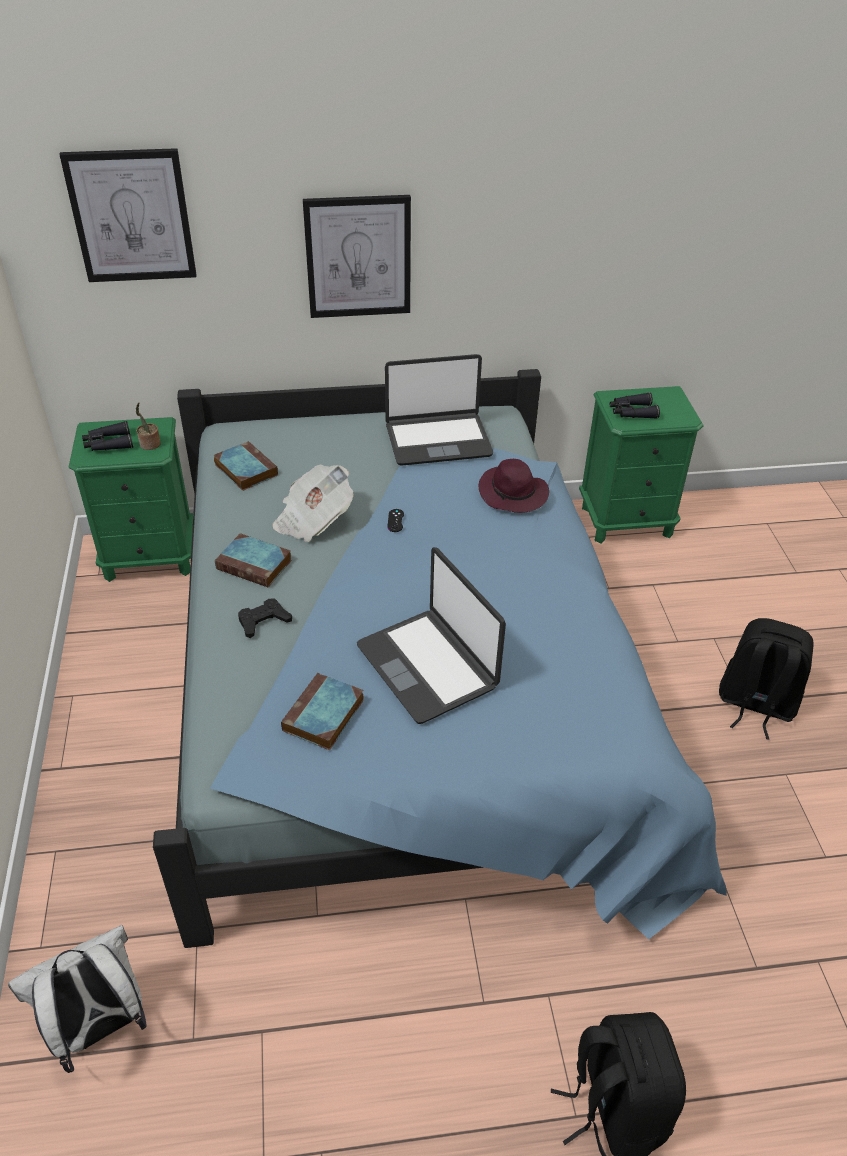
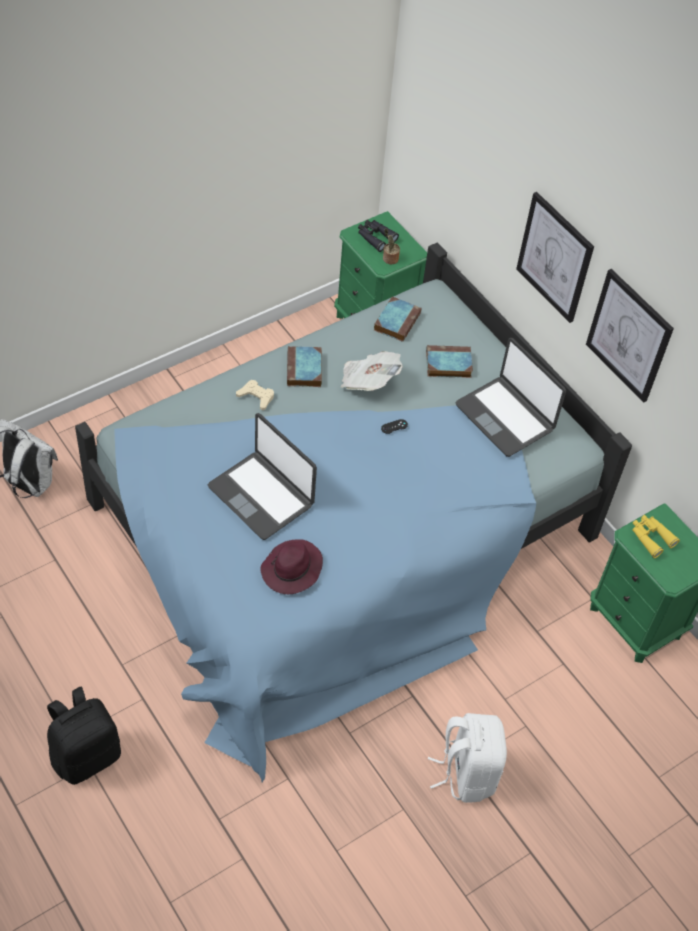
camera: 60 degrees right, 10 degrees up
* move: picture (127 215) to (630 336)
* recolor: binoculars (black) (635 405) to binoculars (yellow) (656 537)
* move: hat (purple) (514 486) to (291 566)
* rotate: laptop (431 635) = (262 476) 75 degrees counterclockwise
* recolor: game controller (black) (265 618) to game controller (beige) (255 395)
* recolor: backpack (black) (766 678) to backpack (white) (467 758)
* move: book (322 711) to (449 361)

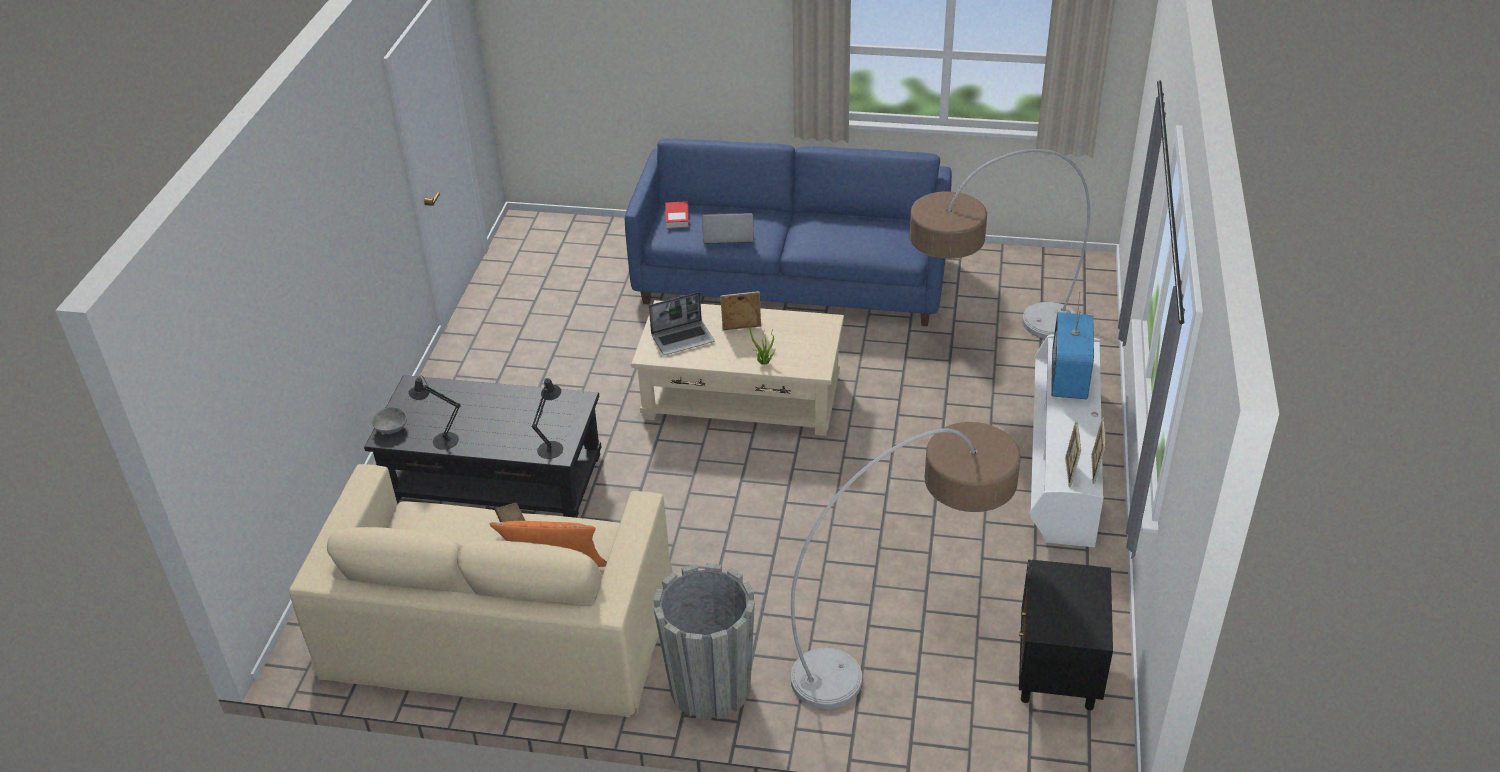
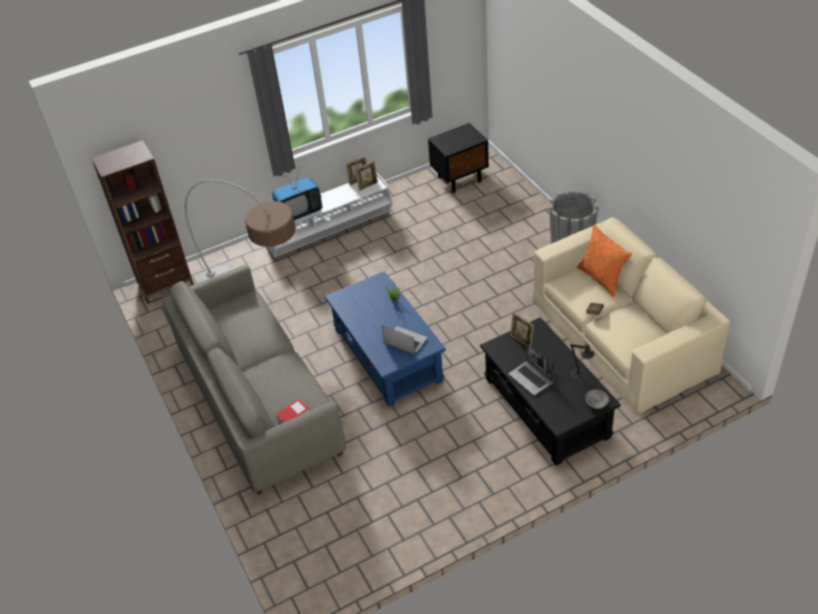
camera: 125 degrees left, 5 degrees up
* recolor: sofa (blue) (788 232) to sofa (grey) (254 380)
* move: laptop (728 228) to (531 369)
* move: picture frame (740 311) to (522 329)
* recolor: coffee table (beige) (737 368) to coffee table (blue) (385 339)
* delete: table lamp (black) (547 418)
* delete: floor lamp (905 565)
* insert: bookcase (brown) (142 222)

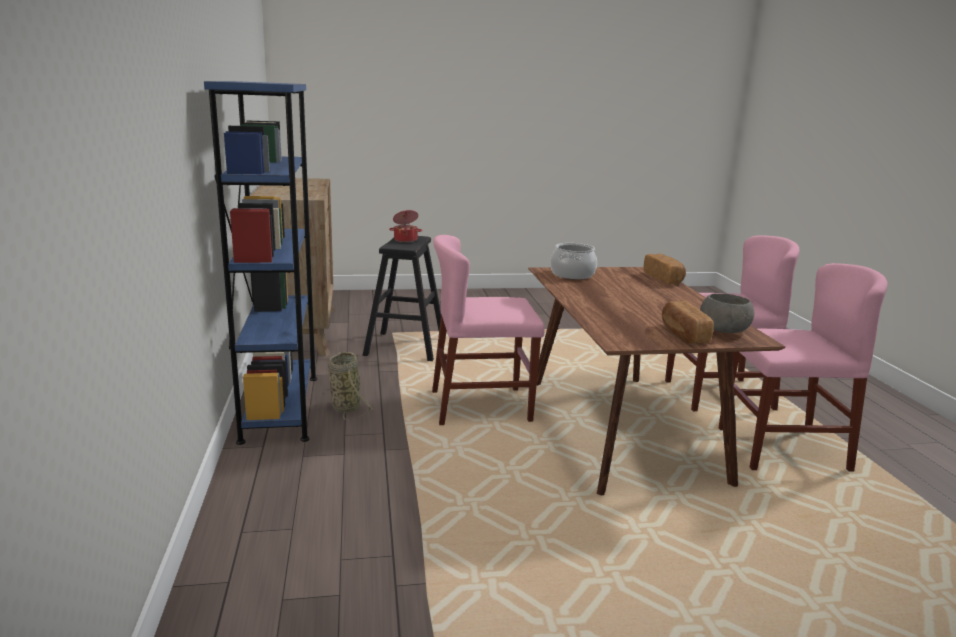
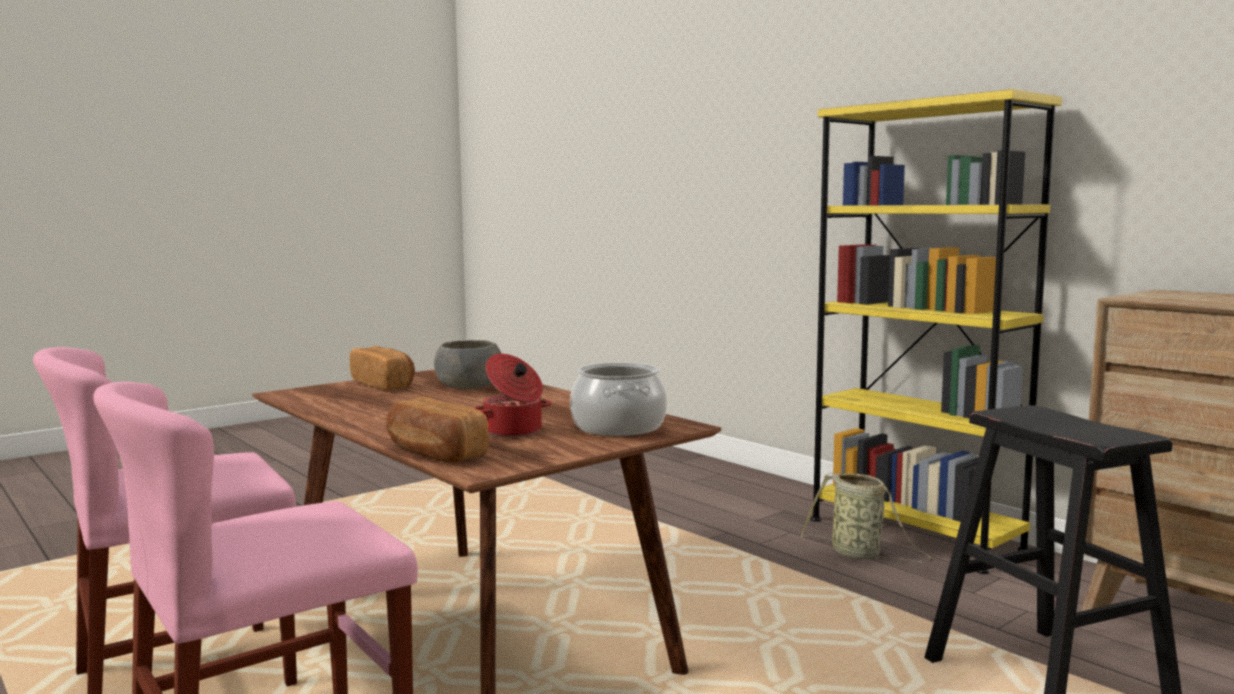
camera: 150 degrees right, 10 degrees down
* recolor: bookcase (blue) (260 263) to bookcase (yellow) (936 331)
* move: cooking pot (405 226) to (512 396)
* delete: chair (pink) (488 330)
* move: bowl (grey) (727 313) to (468 365)

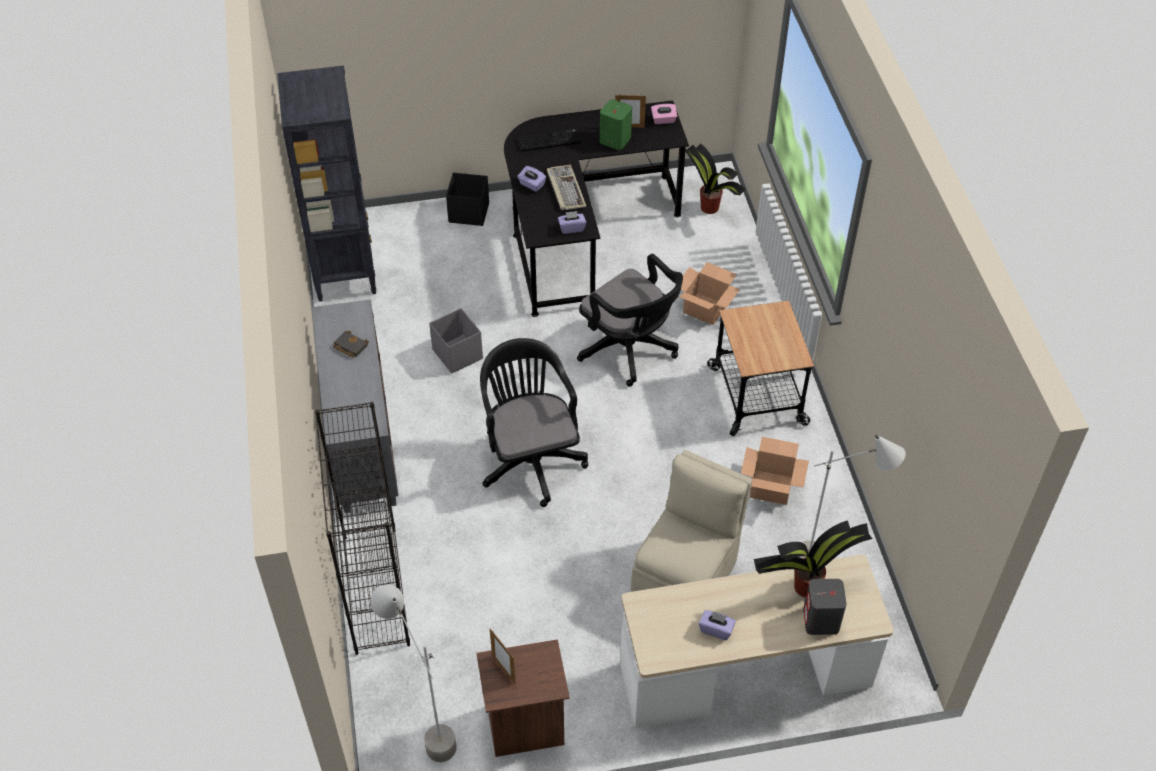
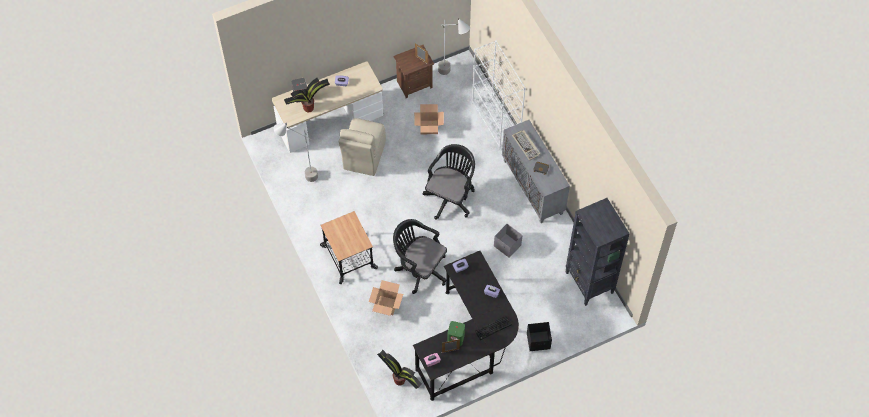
camera: 165 degrees right, 10 degrees up
* move: keyboard (566 187) to (526 145)
* rotate: office chair (black) (534 422) = (449 182) 120 degrees counterclockwise
* recolor: bookcase (black) (362 528) to bookcase (white) (499 95)
* move: cardboard box (775 471) to (429 119)

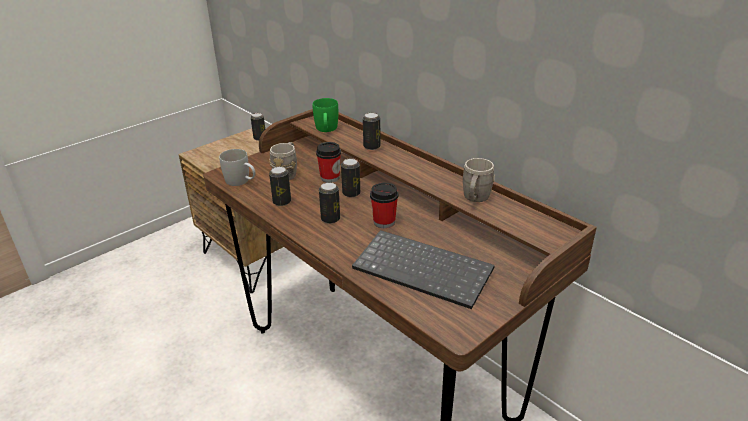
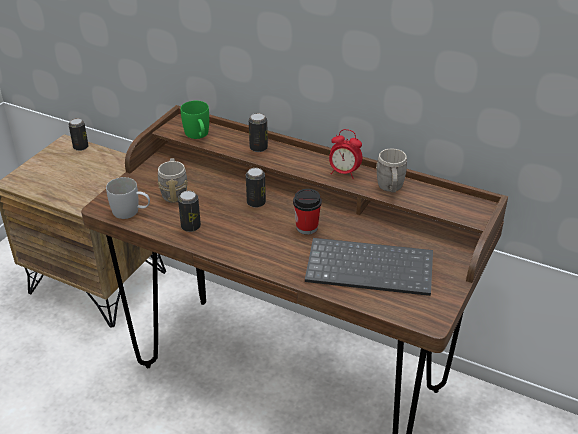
camera: 20 degrees left, 5 degrees up
* delete: cup (328 162)
* delete: can (329 203)
* insert: alarm clock (346 154)

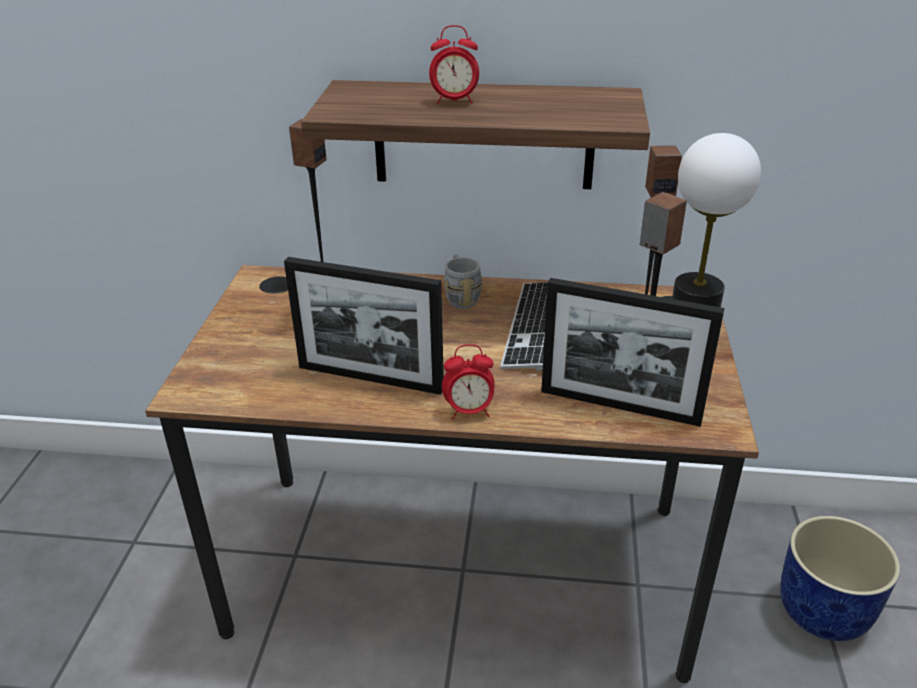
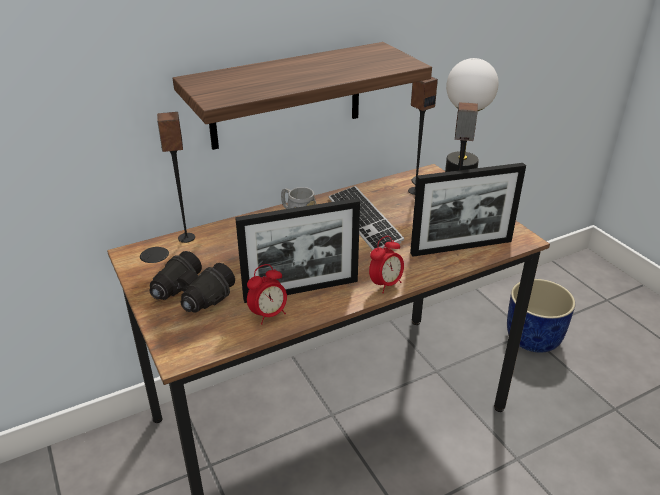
camera: 35 degrees left, 0 degrees up
* move: alarm clock (454 64) to (267 294)
* insert: binoculars (black) (192 282)

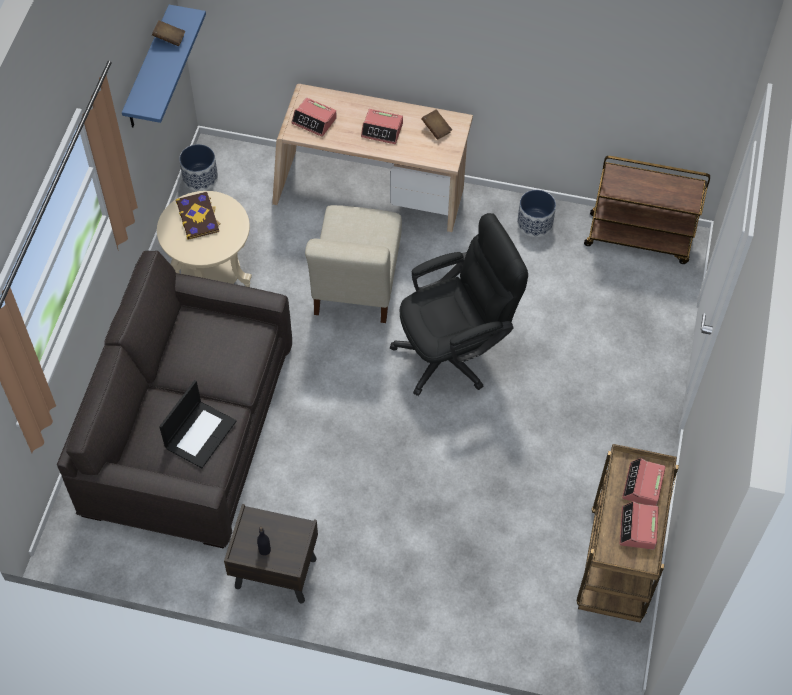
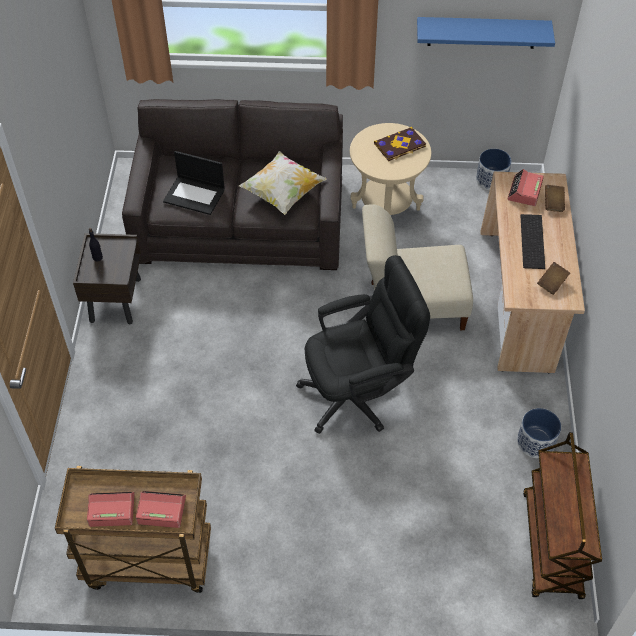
camera: 80 degrees right, 5 degrees down
* move: book (brown) (168 33) to (555 198)
* replace: alarm clock (382 126) to keyboard (533 241)
* rotate: office chair (black) (459 304) = (363 344) 75 degrees counterclockwise
* insert: pillow (283 183)

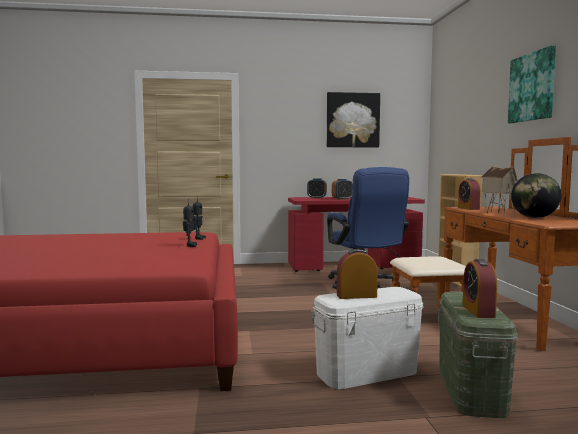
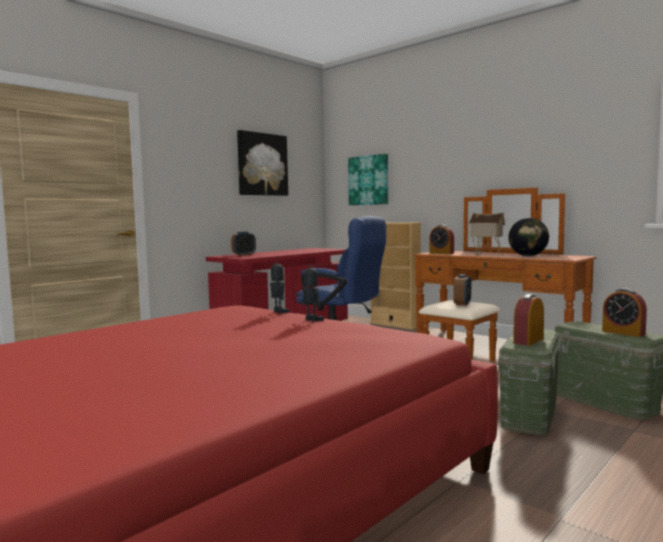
camera: 40 degrees left, 0 degrees up
* move: picture (532 84) to (368 179)
* move: alarm clock (342 189) to (462 290)
* recolor: storage box (white) (367 338) to storage box (green) (529 382)

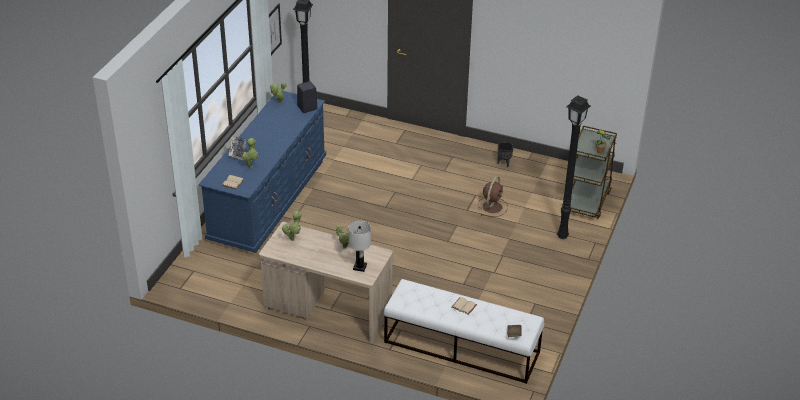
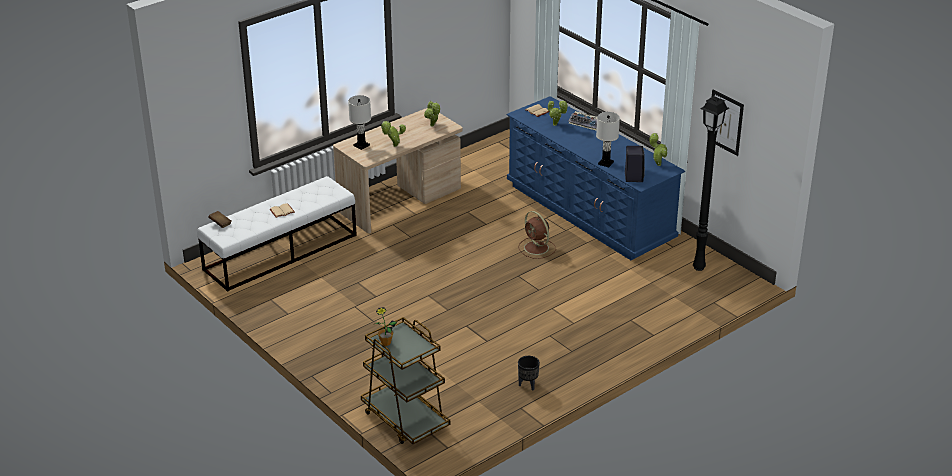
camera: 120 degrees right, 5 degrees down
* delete: floor lamp (black) (574 167)
* move: fan (brown) (493 196) to (537 235)
* insert: table lamp (white) (608 140)

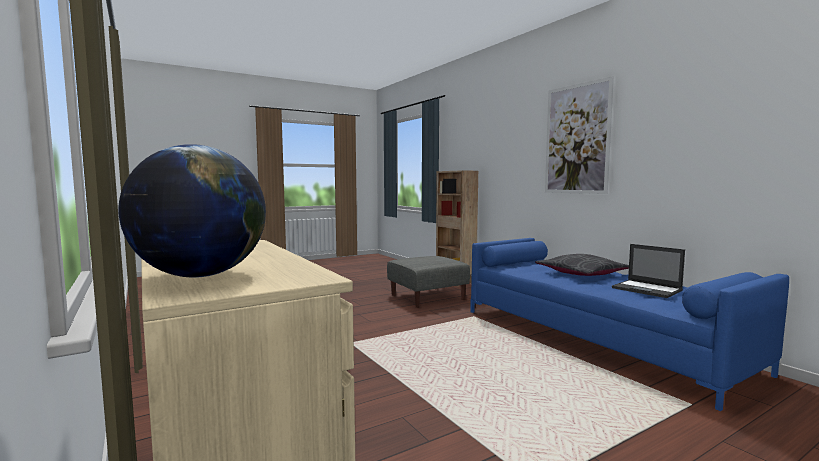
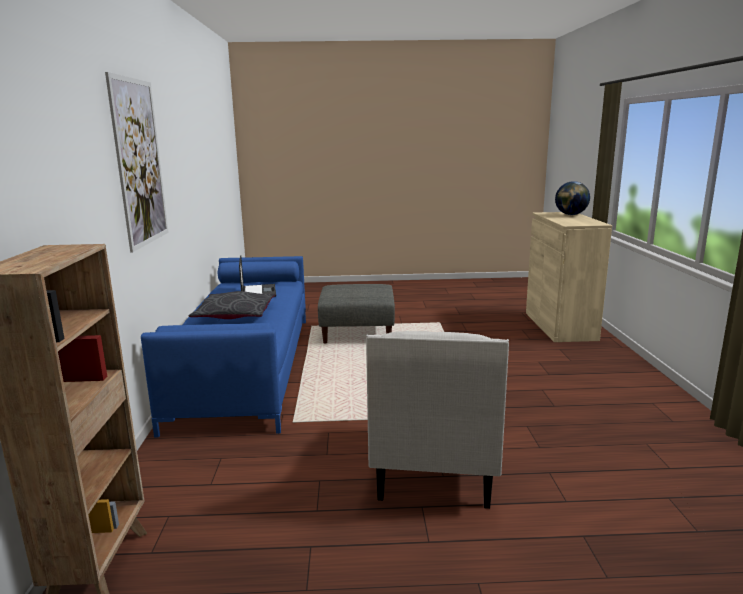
camera: 150 degrees left, 10 degrees up
* move: ottoman (grey) (428 282) to (356 313)
* insert: armchair (white) (437 420)

